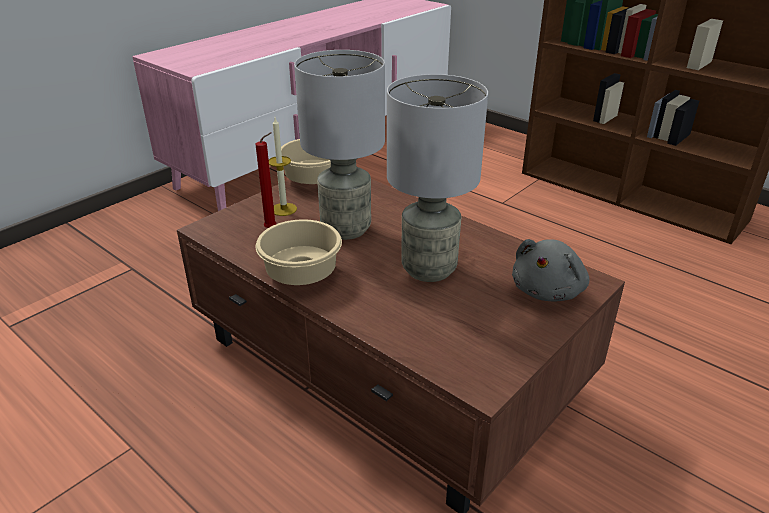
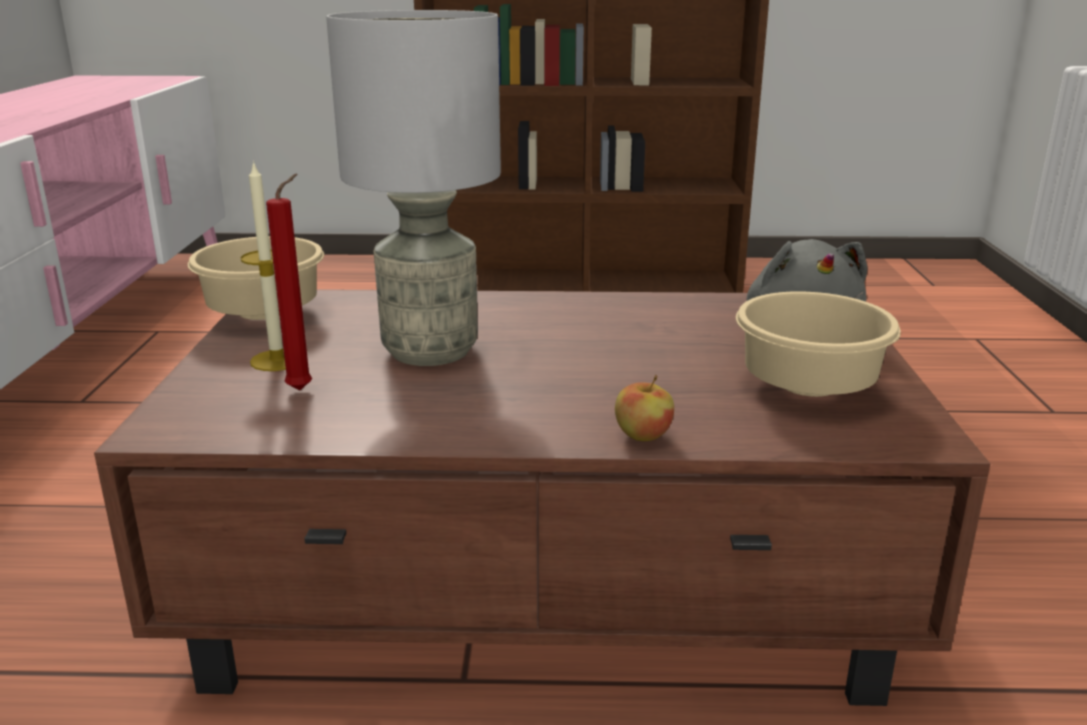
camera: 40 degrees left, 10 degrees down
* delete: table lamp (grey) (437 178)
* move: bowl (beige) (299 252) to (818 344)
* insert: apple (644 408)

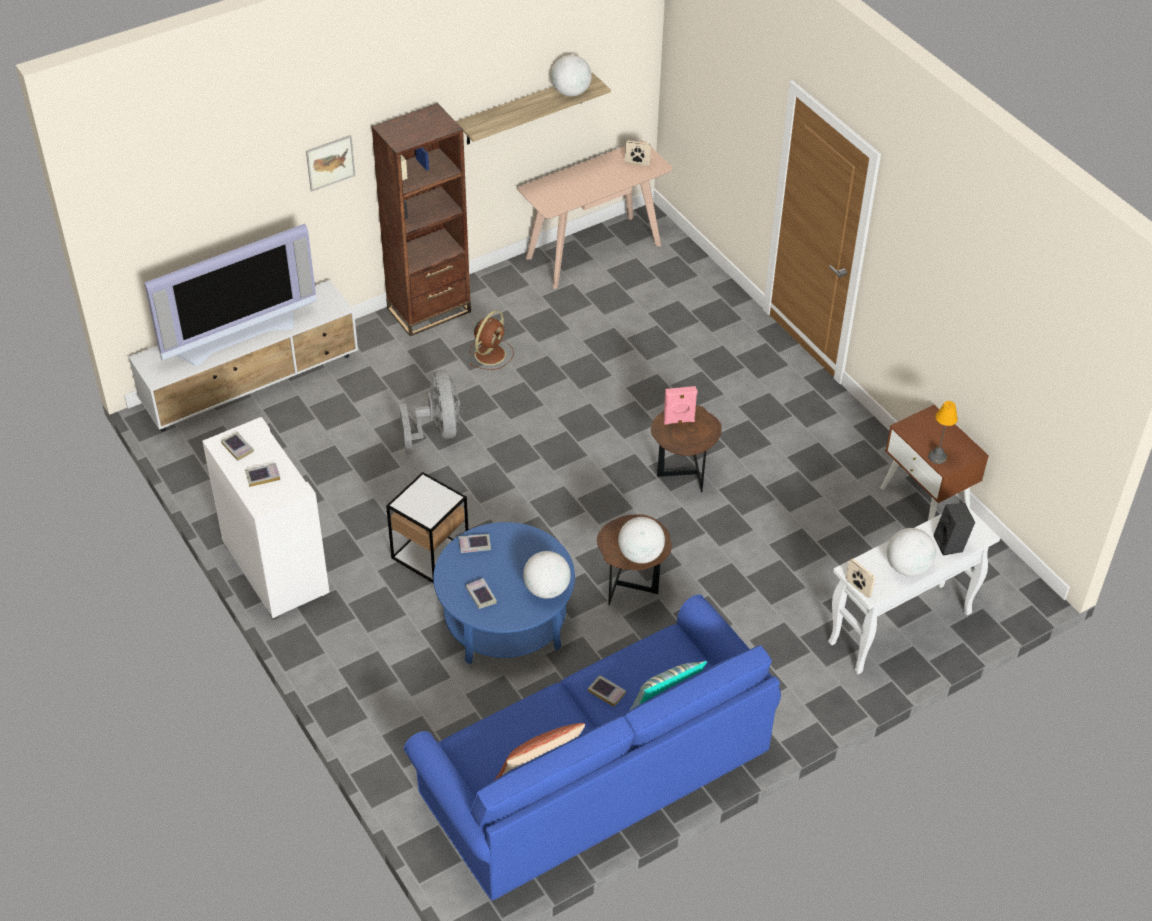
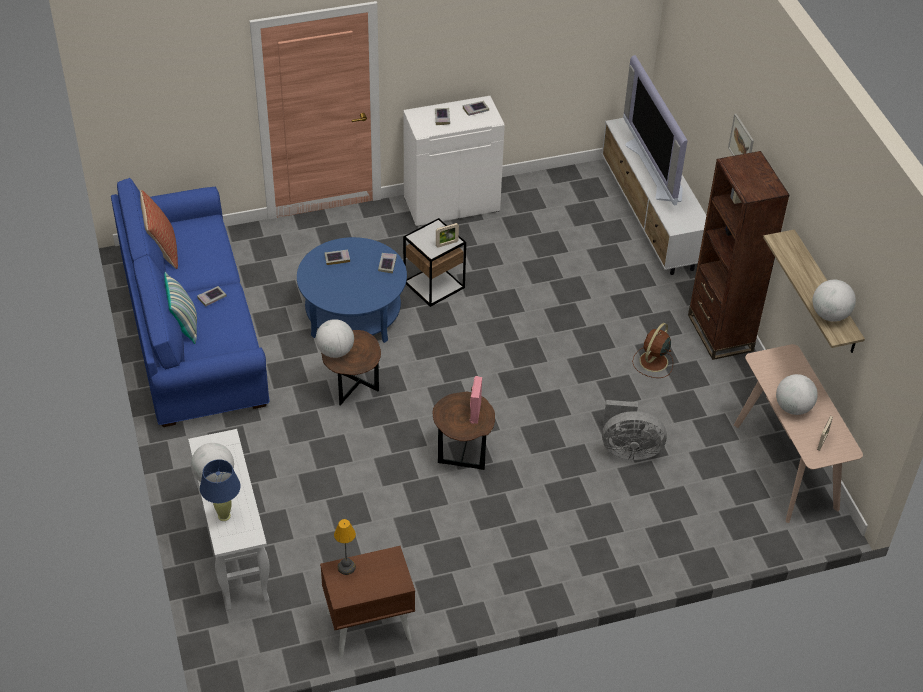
camera: 105 degrees right, 0 degrees up
* rotate: fan (brown) (491 340) = (652 350) 75 degrees clockwise
* move: fan (grey) (429 412) to (634 430)
* replace: speaker (black) (954 529) to table lamp (blue) (220 490)
* move: globe (547 574) to (797 394)
* move: picture frame (860 578) to (447 235)

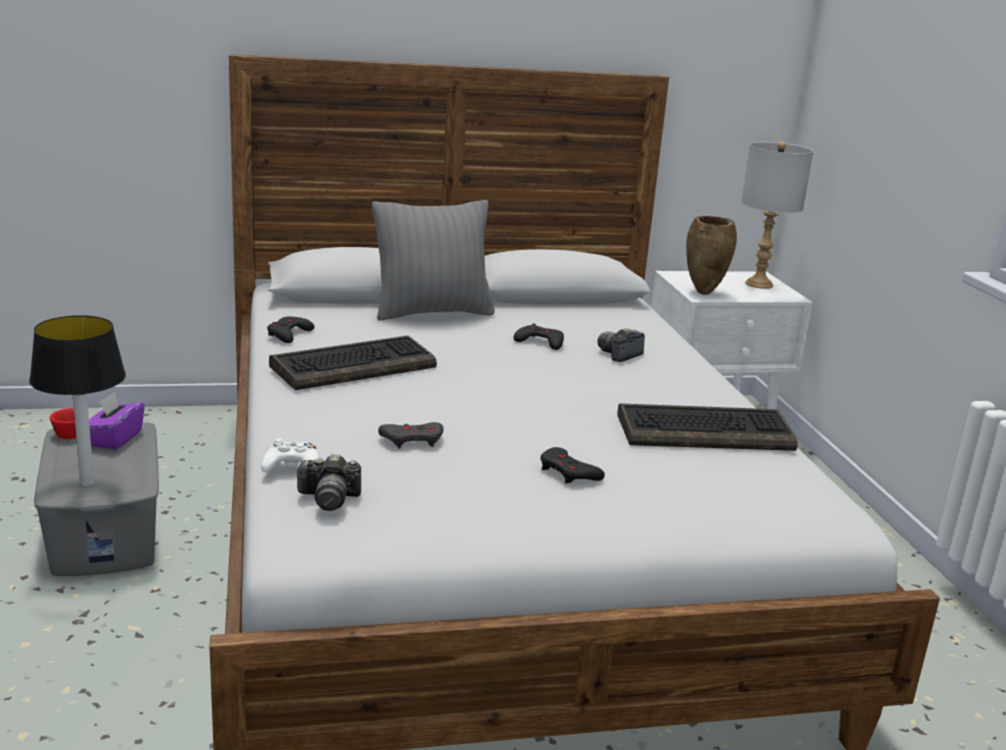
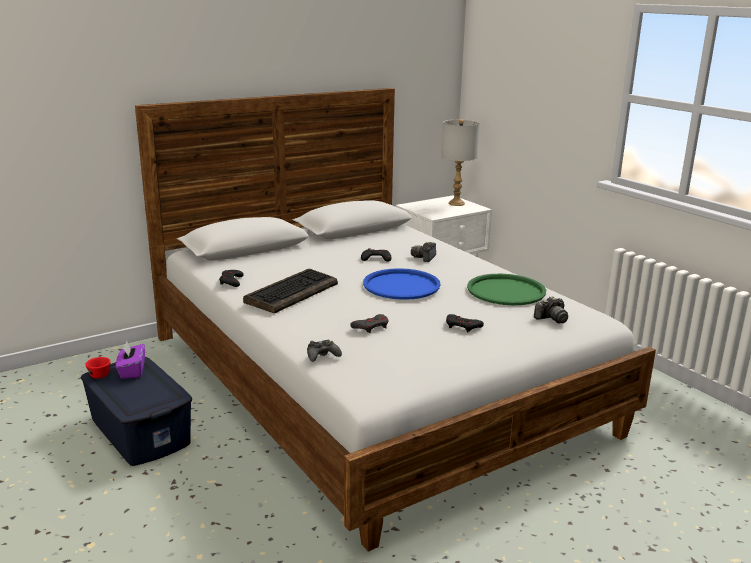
camera: 20 degrees left, 0 degrees up
* delete: pillow (grey) (433 260)
* delete: vase (brown) (711 255)
* delete: table lamp (77 400)
* replace: keyboard (707 427) to tray (green) (506 289)
* recolor: storage box (grey) (96 499) to storage box (blue) (136 411)
* recolor: game controller (white) (290 455) to game controller (black) (324 351)
* move: photo camera (328 482) to (551 310)
* insert: tray (blue) (402 284)

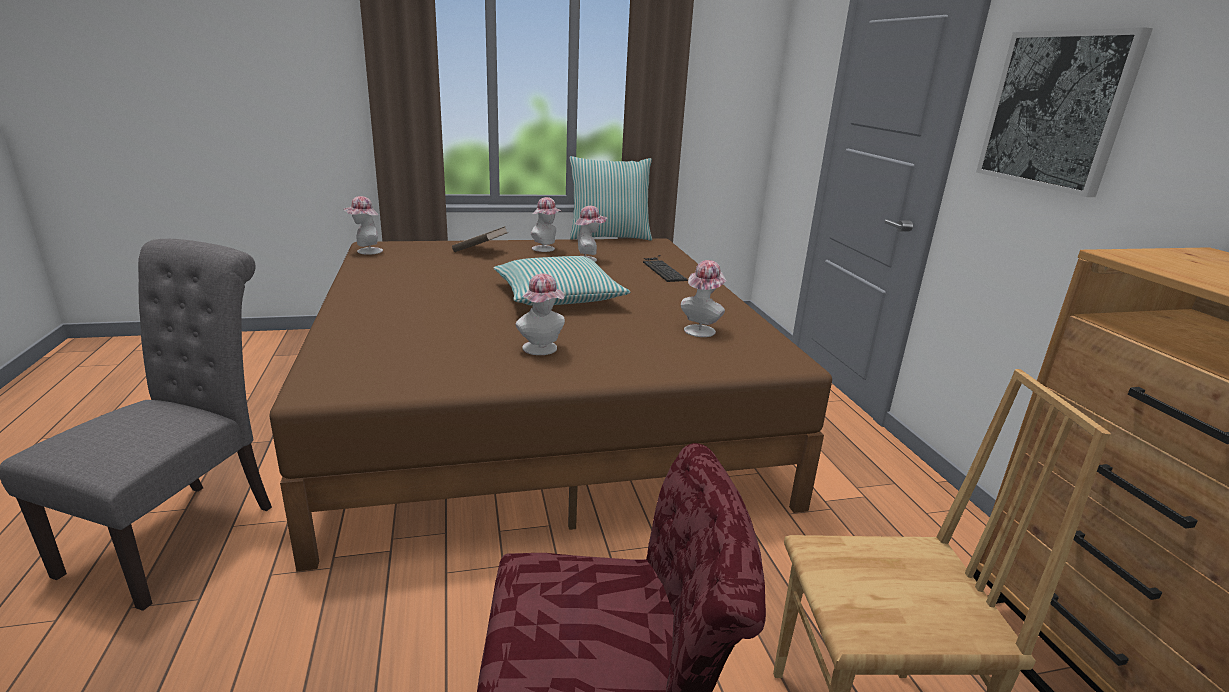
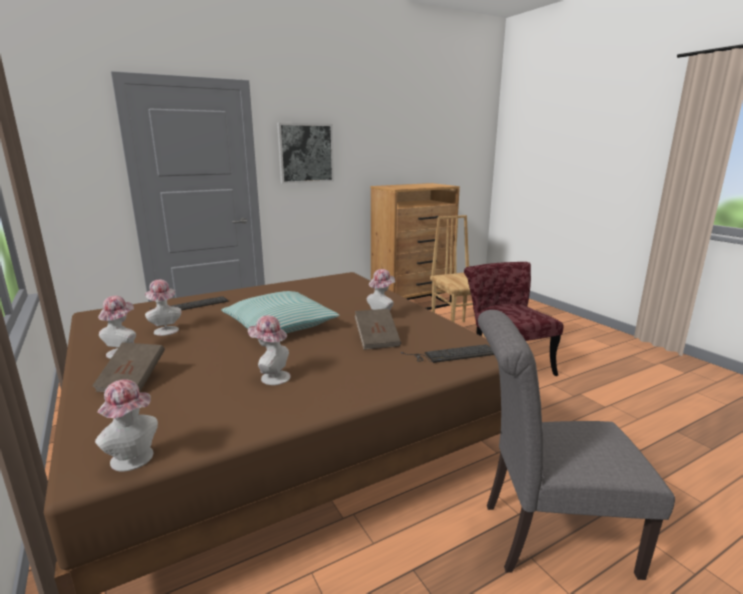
camera: 105 degrees left, 5 degrees down
* delete: pillow (610 198)
* move: hat (703 298) to (269 350)
* insert: book (brown) (377 329)
* insert: keyboard (447 353)

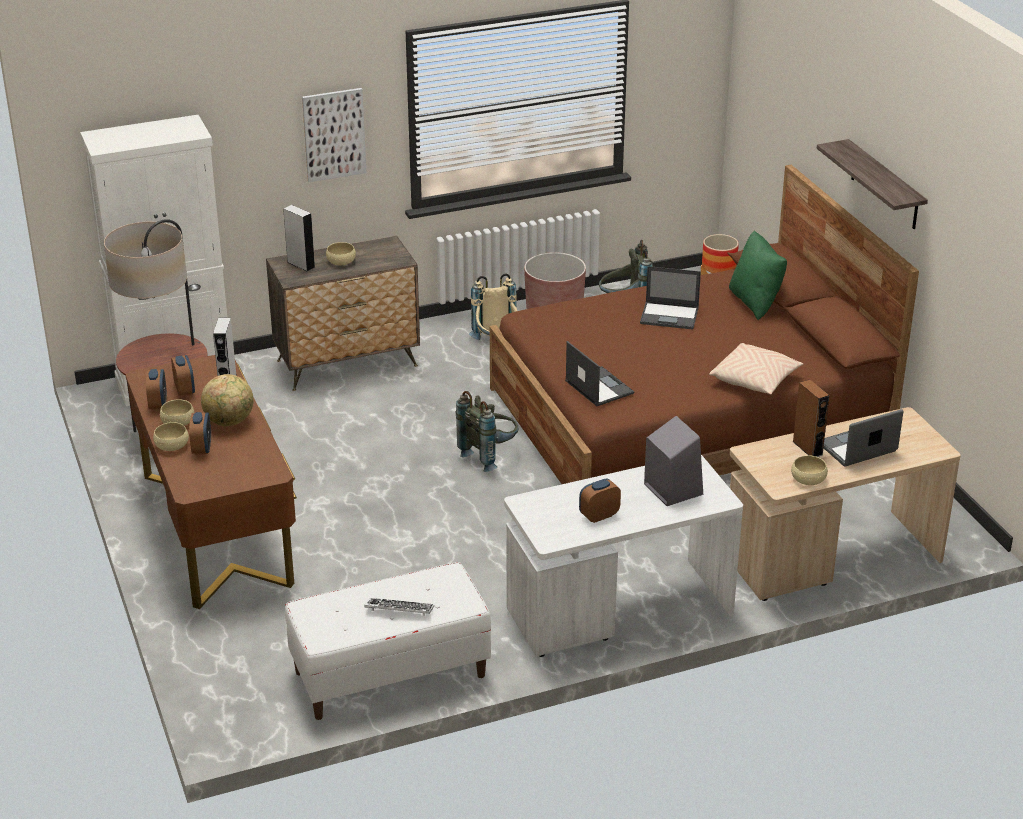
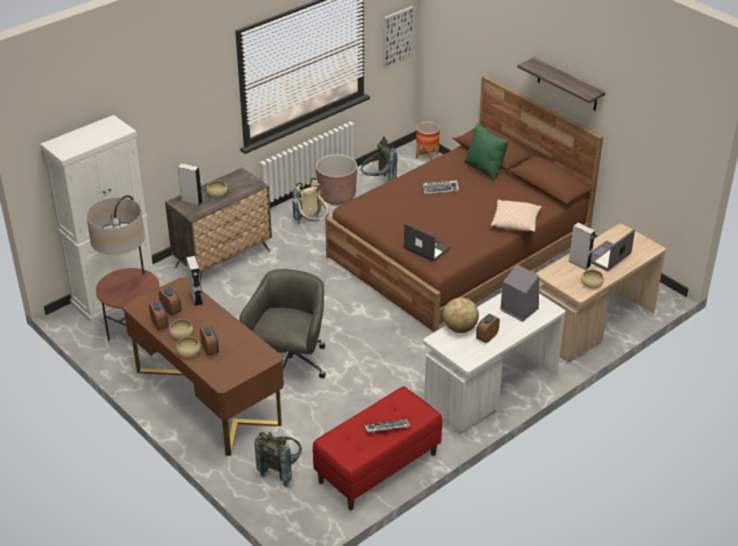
camera: 20 degrees left, 5 degrees up
* move: picture (334 135) to (399 37)
* replace: laptop (670 297) to keyboard (441 187)
* move: globe (227 400) to (461 315)
* recolor: speaker (brown) (810 418) to speaker (grey) (582 246)
* move: backpack (grey) (487 431) to (278 459)
* recolor: bench (white) (388 641) to bench (red) (377 448)
* insert: office chair (grey) (282 323)

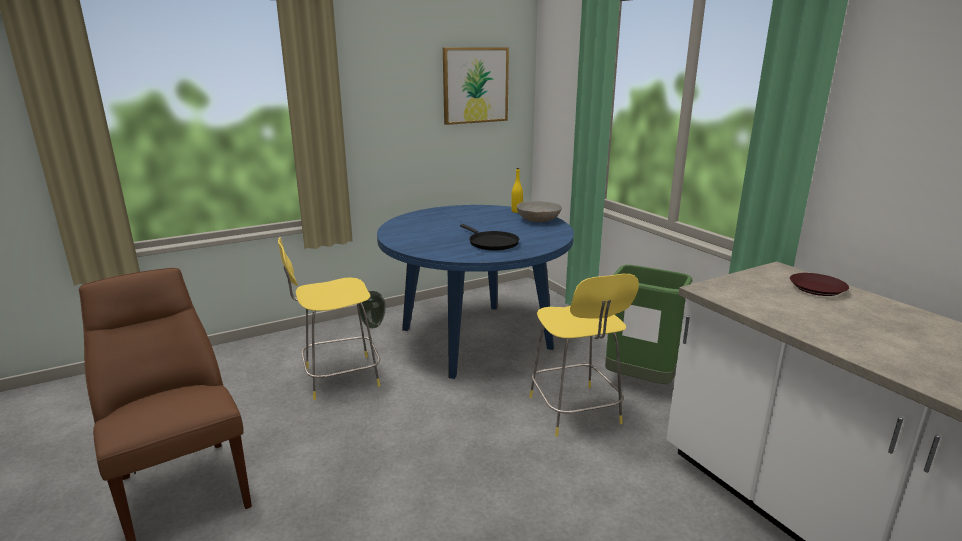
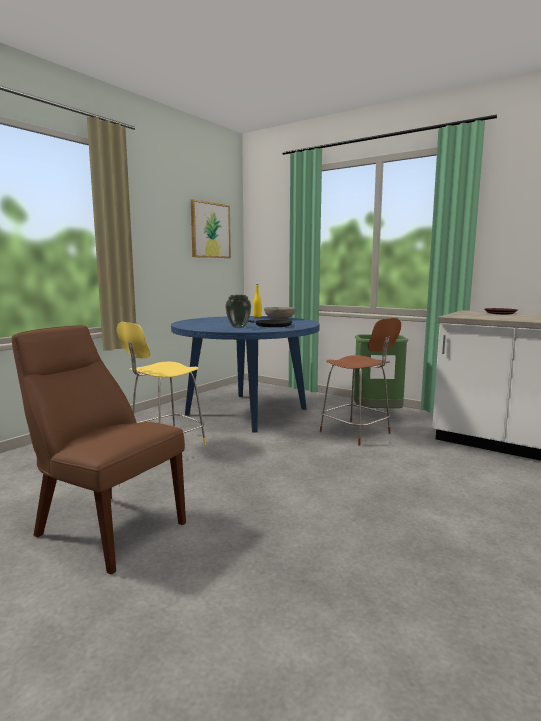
camera: 25 degrees left, 10 degrees down
* recolor: stool (yellow) (584 355) to stool (brown) (360 381)
* move: vase (372 309) to (238 311)

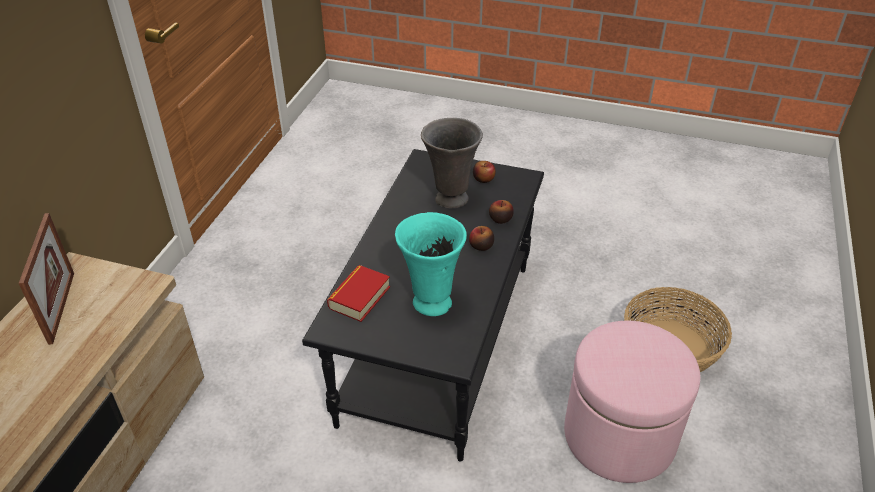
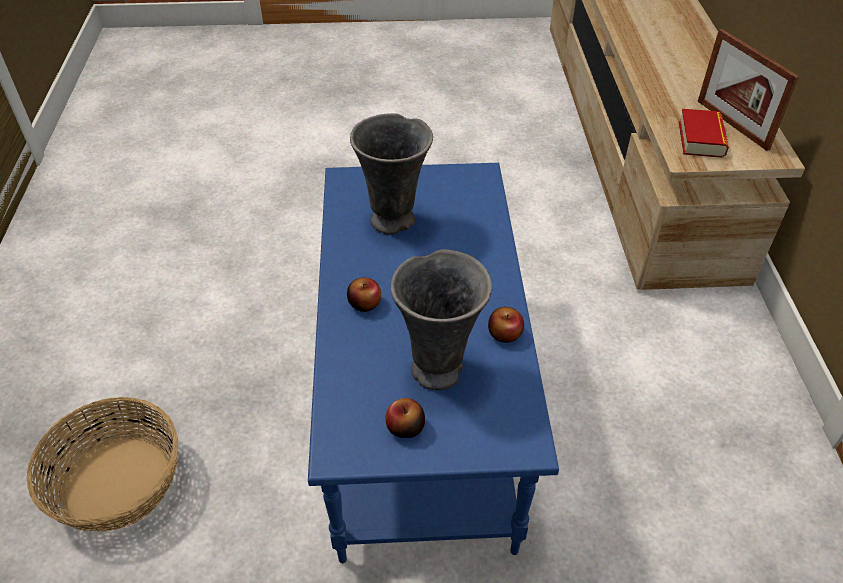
camera: 160 degrees right, 5 degrees up
* recolor: coffee table (black) (423 305) to coffee table (blue) (433 363)
* move: apple (501 212) to (506 325)
* recolor: vase (turquoise) (431 264) to vase (grey) (391 174)
* move: book (358 293) to (704 133)
* delete: ottoman (pink) (632 402)

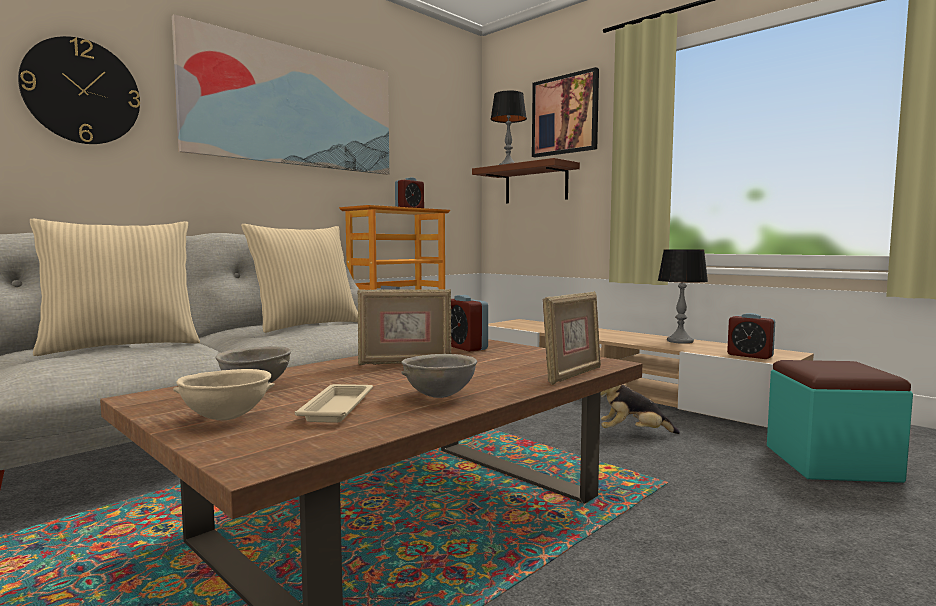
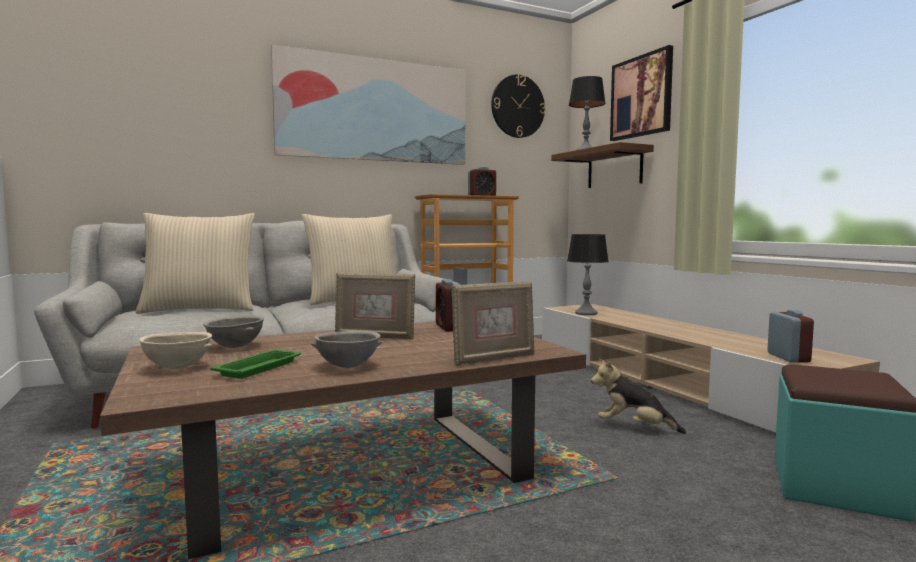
camera: 20 degrees right, 0 degrees up
* move: wall clock (79 90) to (518 106)
* move: table lamp (683 296) to (588 274)
* rotate: alarm clock (751 336) = (790 336) 150 degrees counterclockwise
* recolor: tray (beige) (334 403) to tray (green) (255 364)

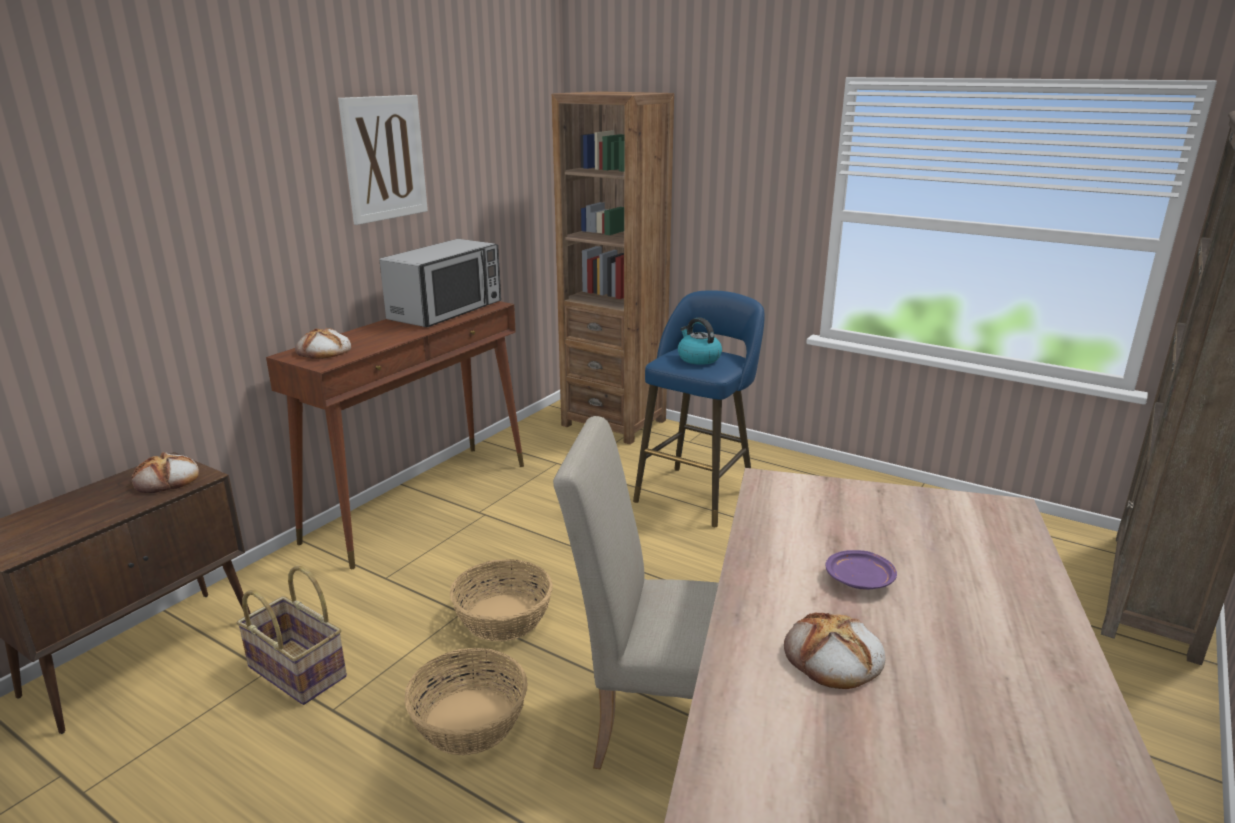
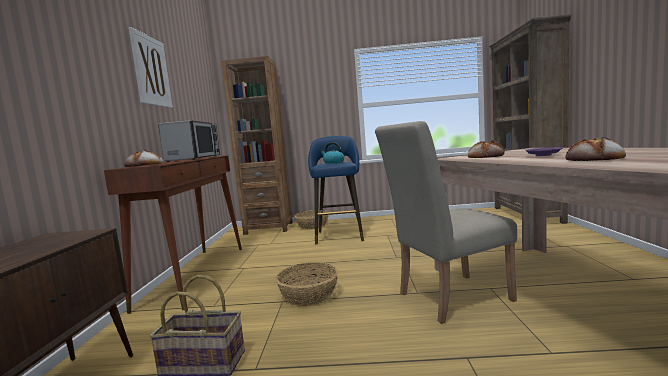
camera: 30 degrees left, 15 degrees down
* move: bread (165 472) to (486 149)
* move: basket (466 701) to (311 220)

